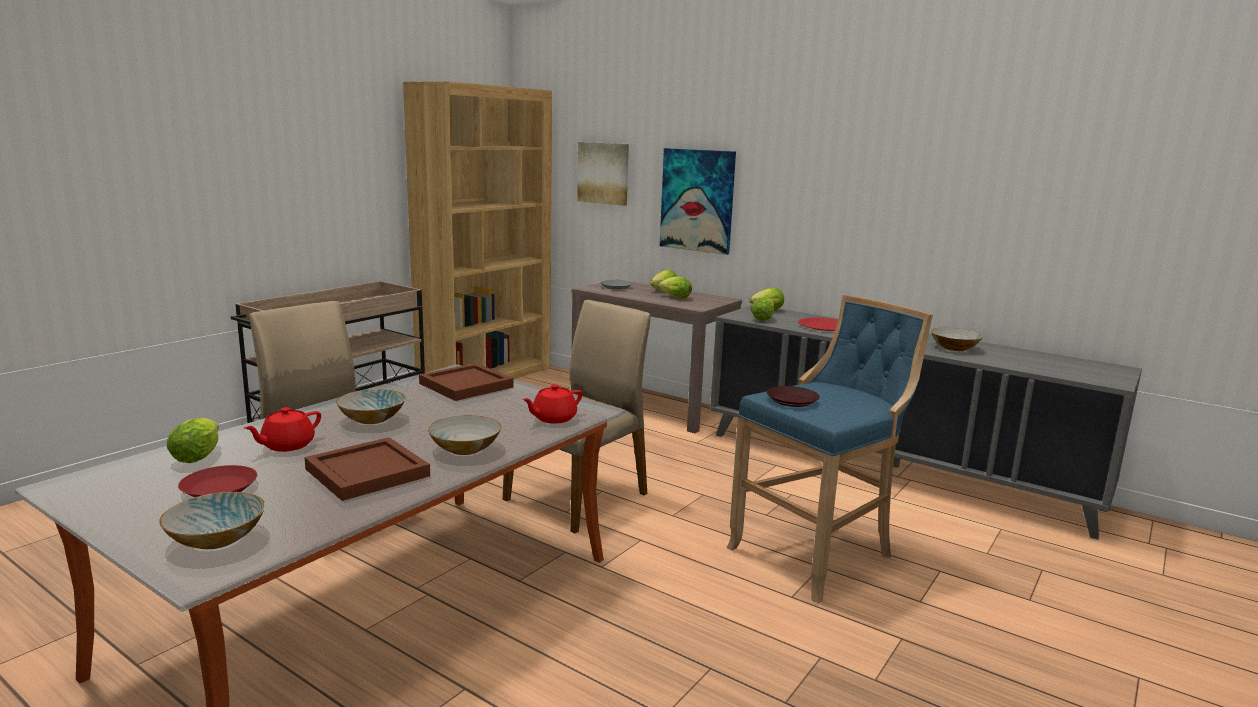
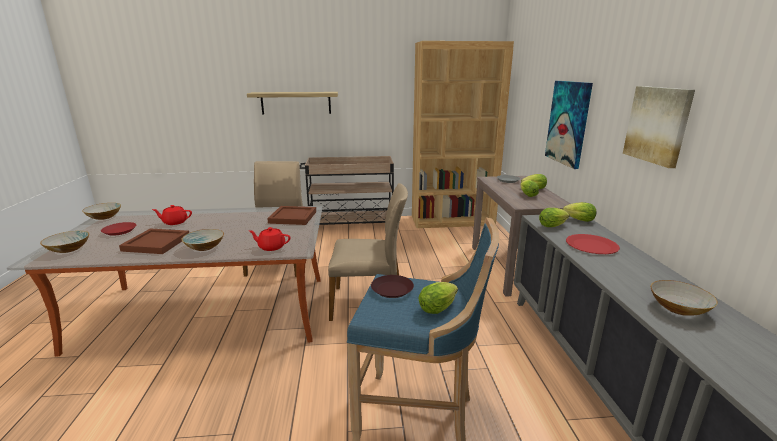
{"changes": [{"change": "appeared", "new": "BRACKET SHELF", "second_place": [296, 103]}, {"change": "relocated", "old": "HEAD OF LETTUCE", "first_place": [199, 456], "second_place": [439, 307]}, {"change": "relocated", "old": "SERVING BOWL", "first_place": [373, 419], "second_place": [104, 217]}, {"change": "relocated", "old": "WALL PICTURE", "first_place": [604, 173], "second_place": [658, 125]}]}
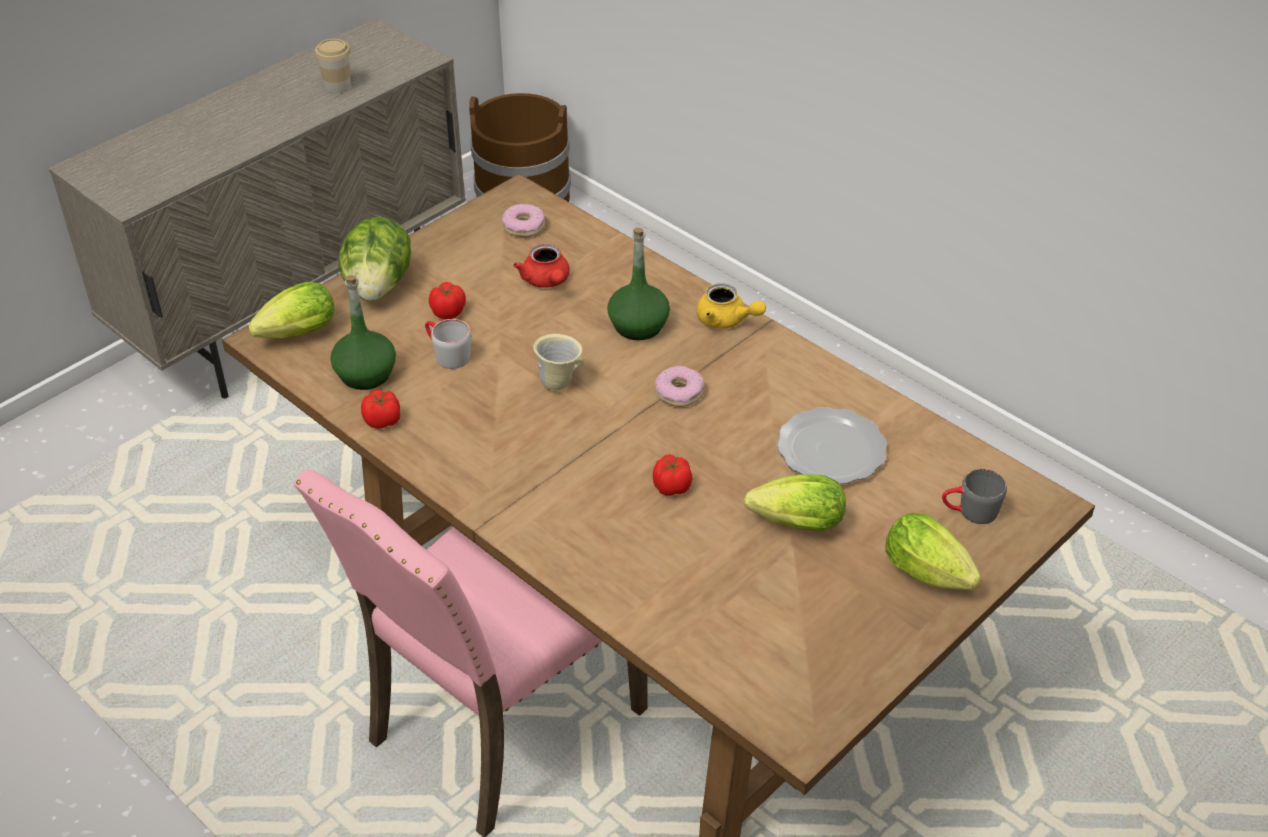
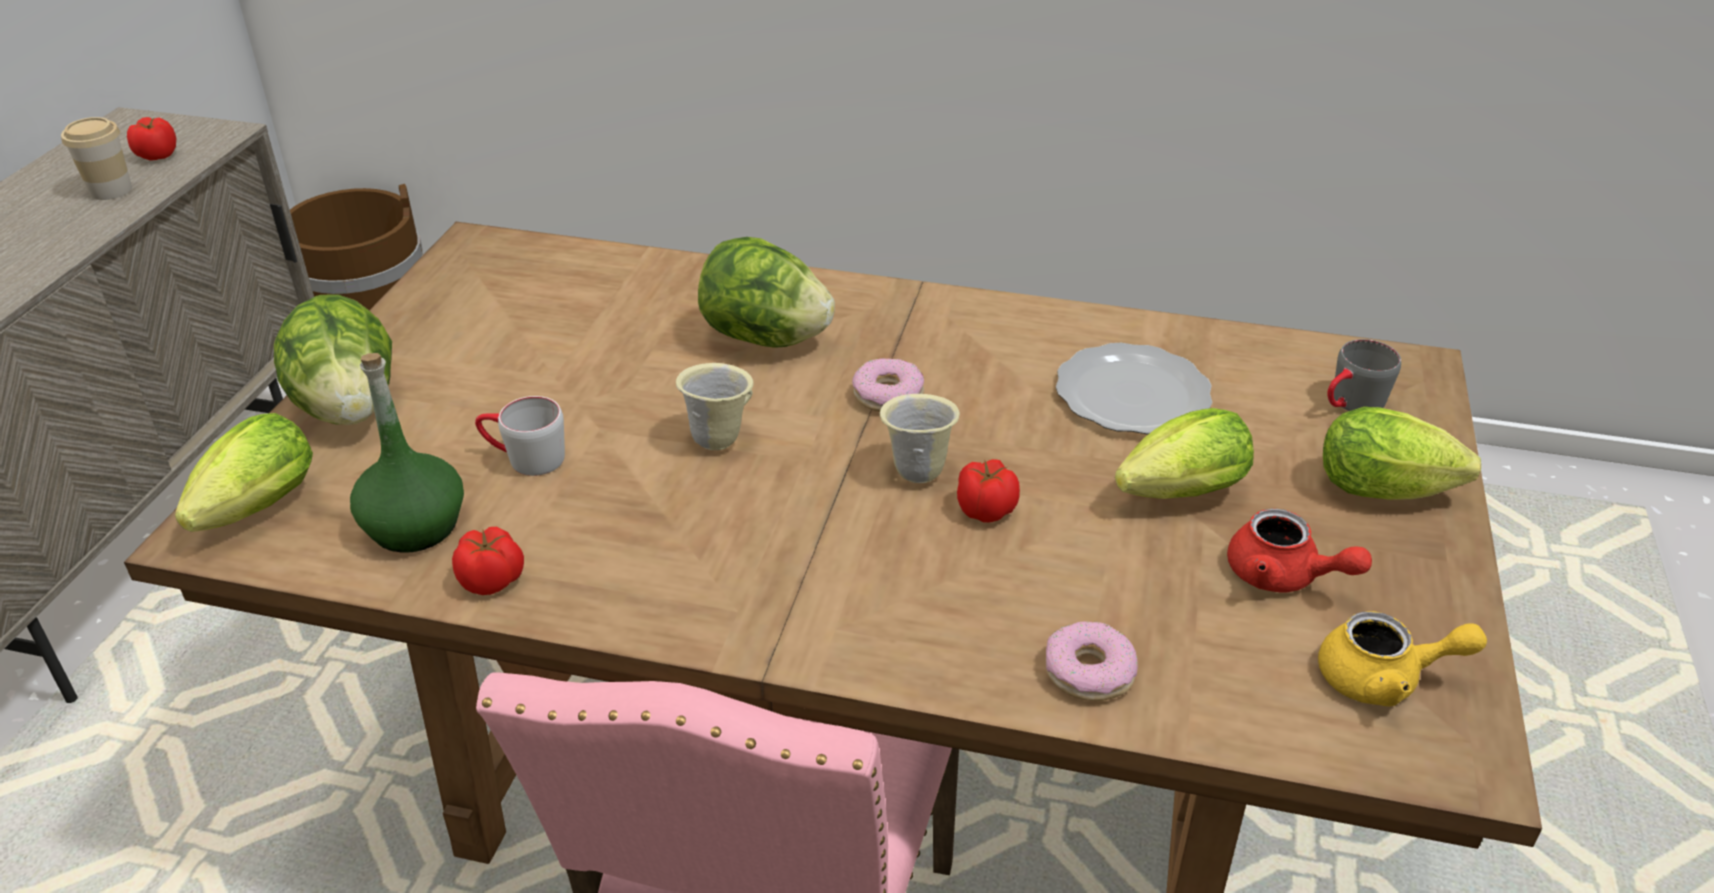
{"changes": [{"change": "appeared", "new": "BEIGE MUG", "second_place": [917, 470]}, {"change": "relocated", "old": "TOMATO", "first_place": [449, 312], "second_place": [158, 155]}, {"change": "relocated", "old": "DOUGHNUT", "first_place": [524, 226], "second_place": [1089, 672]}, {"change": "relocated", "old": "RED-COLOURED TEAPOT", "first_place": [546, 281], "second_place": [1283, 576]}, {"change": "relocated", "old": "YELLOW TEAPOT", "first_place": [726, 320], "second_place": [1383, 679]}, {"change": "exchanged", "old": "GREENISH BOTTLE", "new": "HEAD OF LETTUCE", "first_place": [638, 326], "second_place": [765, 338]}]}
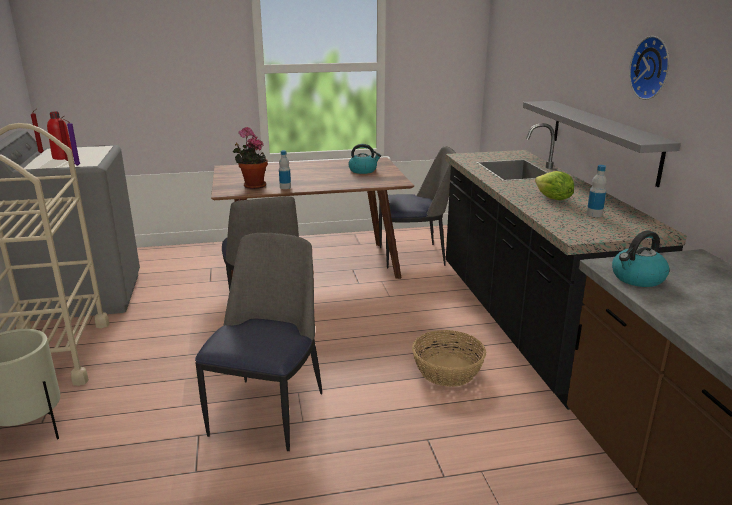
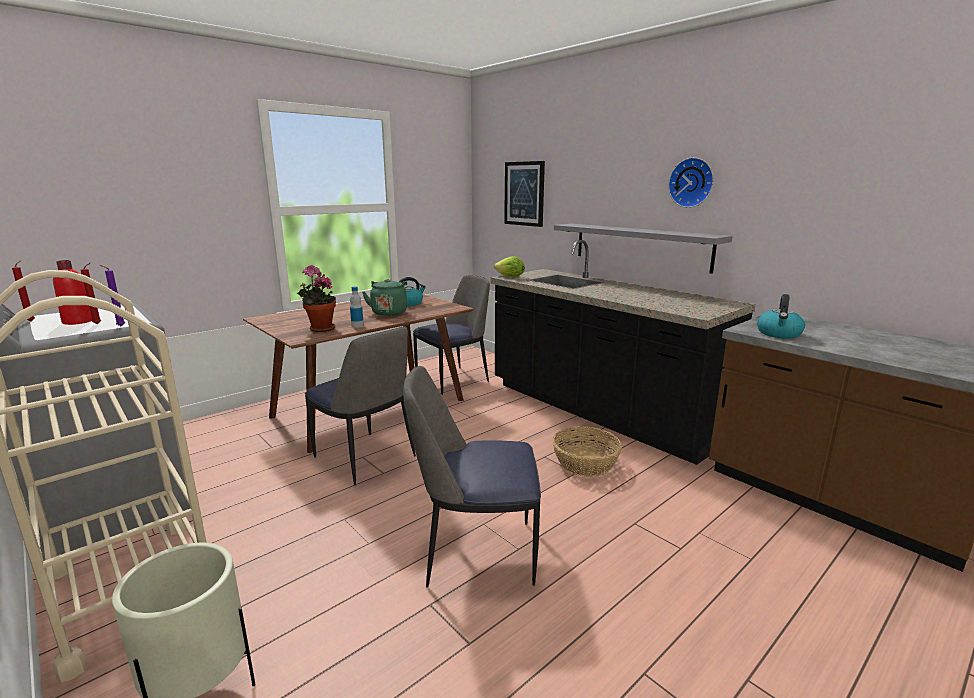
{"changes": [{"change": "missing", "old": "BOTTLE", "first_place": [594, 214]}, {"change": "appeared", "new": "GREENISH KETTLE", "second_place": [389, 312]}, {"change": "appeared", "new": "WALL PICTURE", "second_place": [524, 193]}, {"change": "relocated", "old": "HEAD OF LETTUCE", "first_place": [553, 199], "second_place": [510, 277]}, {"change": "spun", "old": "PLAIN CHAIR", "first_place": [268, 411], "second_place": [476, 552], "degrees": -75}]}
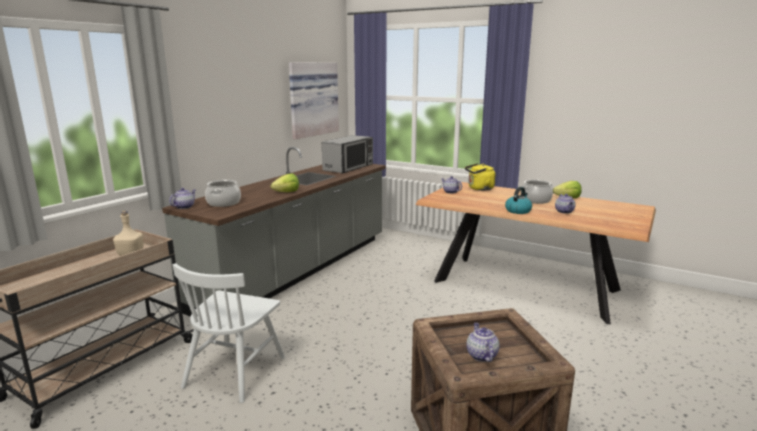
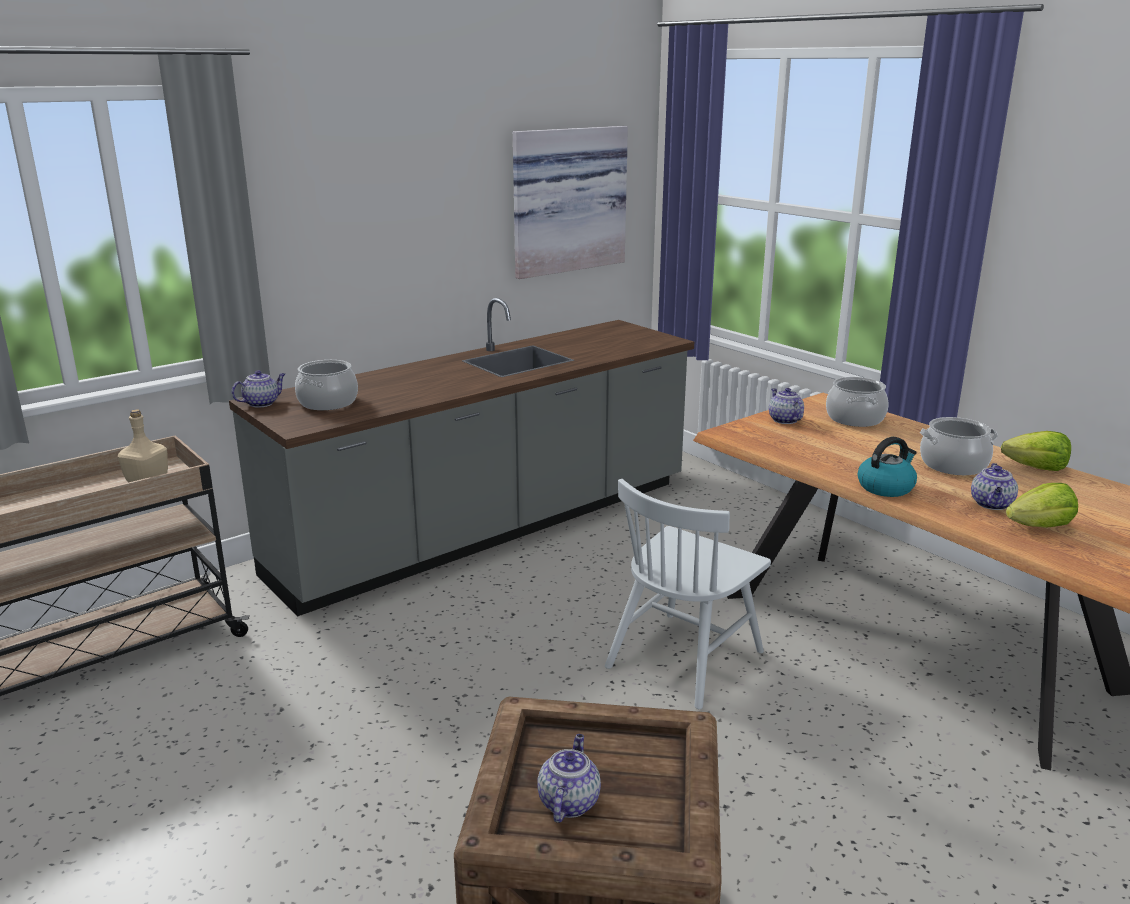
{"changes": [{"change": "missing", "old": "MICROWAVE OVEN", "first_place": [349, 168]}, {"change": "relocated", "old": "WHITE PLAIN CHAIR", "first_place": [235, 371], "second_place": [684, 658]}, {"change": "relocated", "old": "HEAD OF LETTUCE", "first_place": [287, 192], "second_place": [1040, 526]}, {"change": "exchanged", "old": "YELLOW KETTLE", "new": "COOKING POT", "first_place": [479, 189], "second_place": [854, 418]}]}
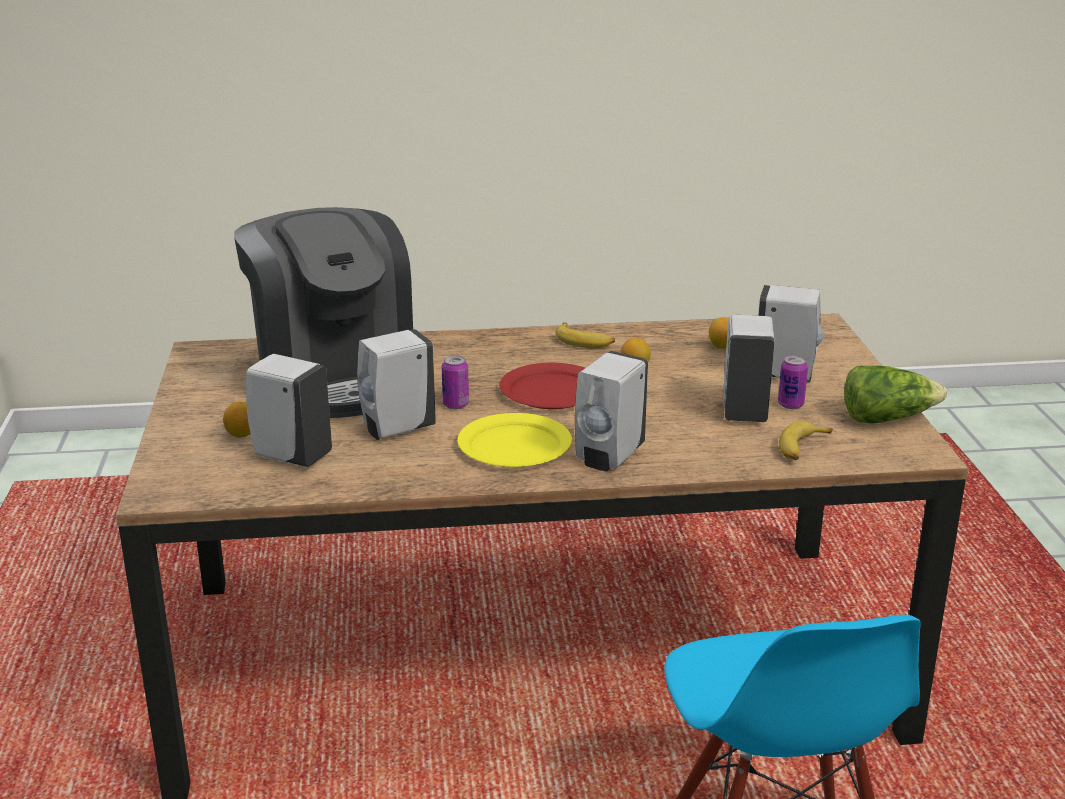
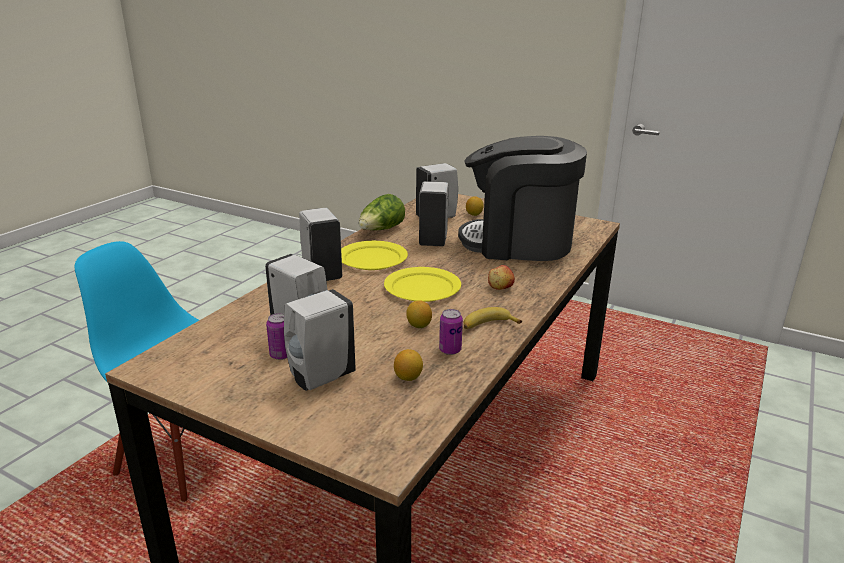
{"changes": [{"change": "missing", "old": "BANANA", "first_place": [802, 449]}, {"change": "appeared", "new": "APPLE", "second_place": [500, 288]}, {"change": "relocated", "old": "SEALED CAN", "first_place": [455, 404], "second_place": [450, 350]}, {"change": "relocated", "old": "HEAD OF LETTUCE", "first_place": [887, 418], "second_place": [381, 230]}, {"change": "colour", "old": "RED-COLOURED DINNER PLATE", "new": "YELLOW DINNER PLATE", "first_place": [552, 391], "second_place": [422, 288]}]}
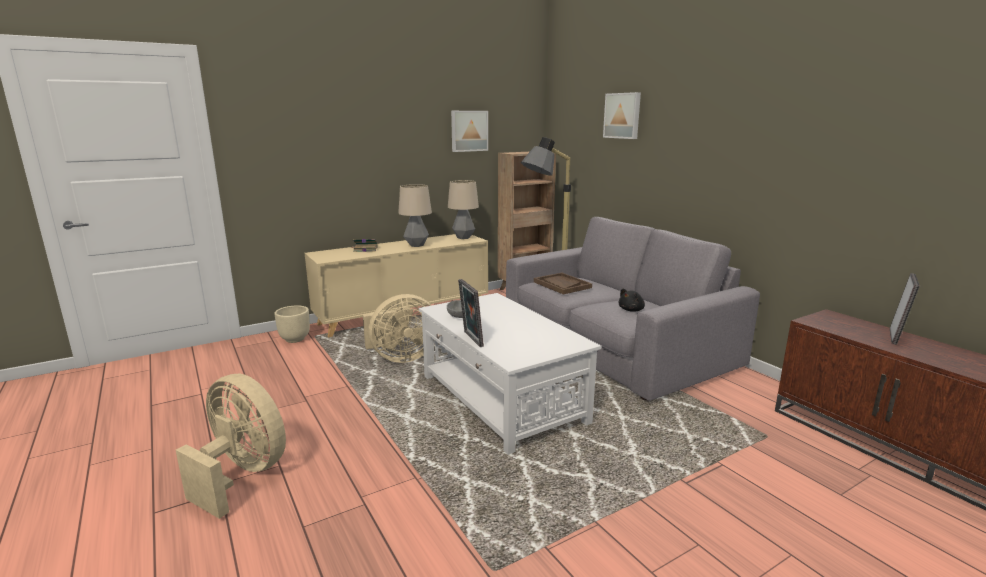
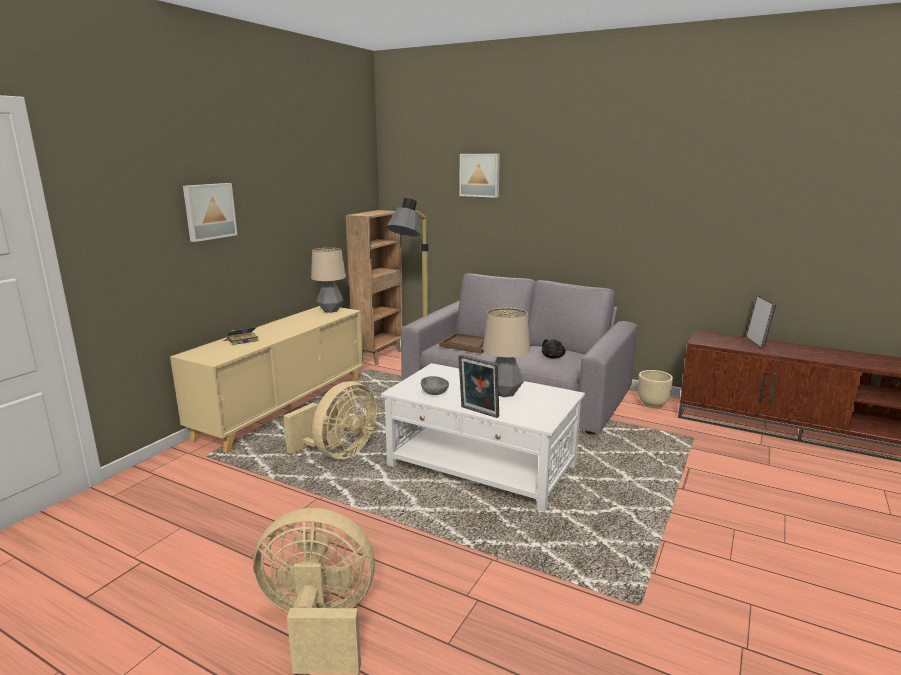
{"changes": [{"change": "relocated", "old": "BEIGE PLANTER", "first_place": [295, 339], "second_place": [652, 404]}, {"change": "relocated", "old": "LAMP FOR A TABLE", "first_place": [416, 245], "second_place": [504, 393]}, {"change": "relocated", "old": "WALL PICTURE", "first_place": [469, 131], "second_place": [209, 211]}]}
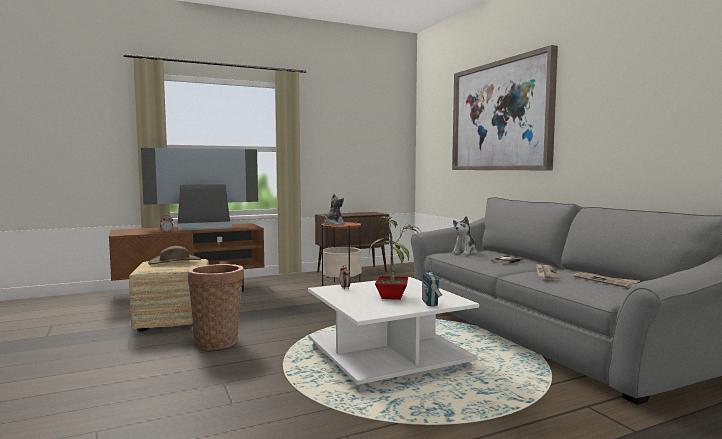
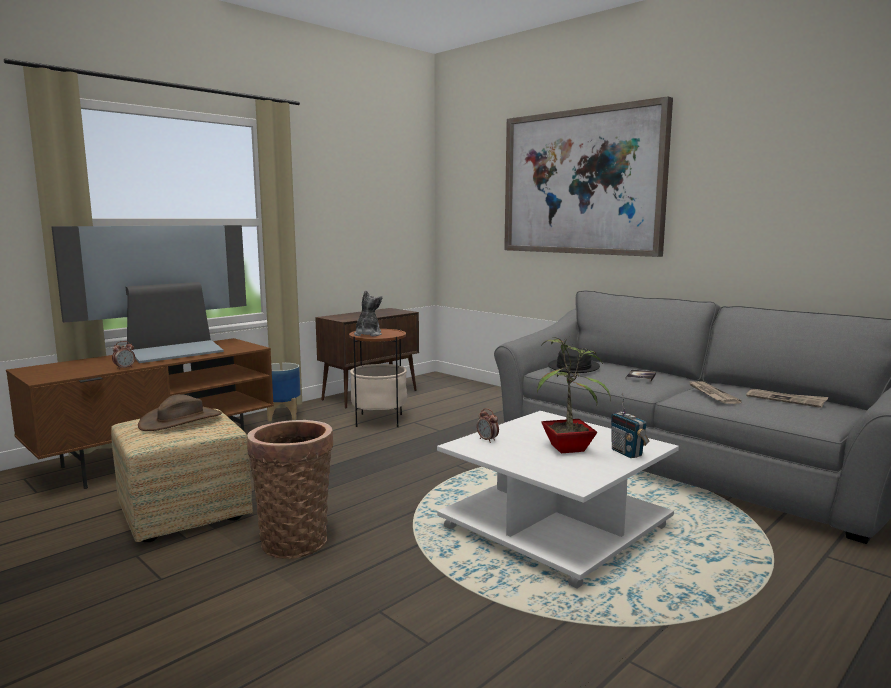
{"changes": [{"change": "appeared", "new": "PLANTER", "second_place": [282, 416]}, {"change": "exchanged", "old": "PLUSH TOY", "new": "BLACK-COLOURED WEARABLE HAT", "first_place": [465, 252], "second_place": [574, 367]}]}
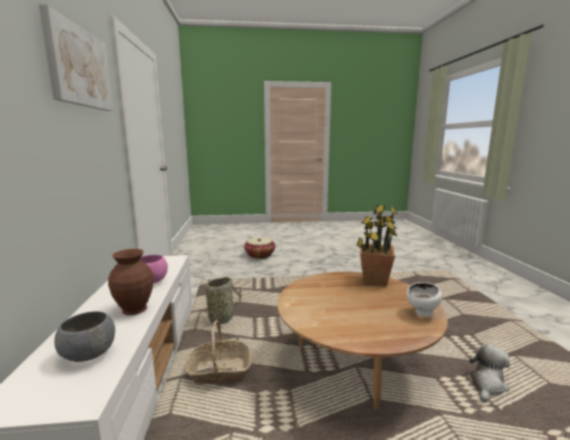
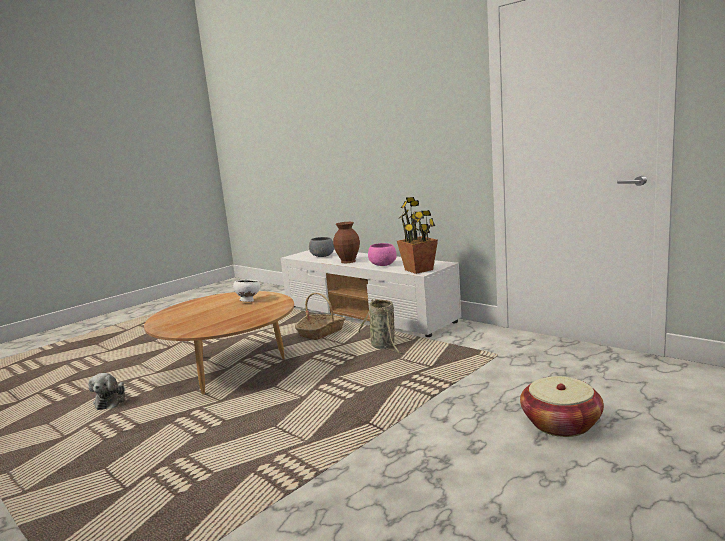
{"changes": [{"change": "missing", "old": "WALL PICTURE", "first_place": [79, 67]}, {"change": "relocated", "old": "POTTED PLANT", "first_place": [374, 280], "second_place": [419, 270]}, {"change": "relocated", "old": "WHITE SERVING BOWL", "first_place": [422, 313], "second_place": [248, 301]}]}
